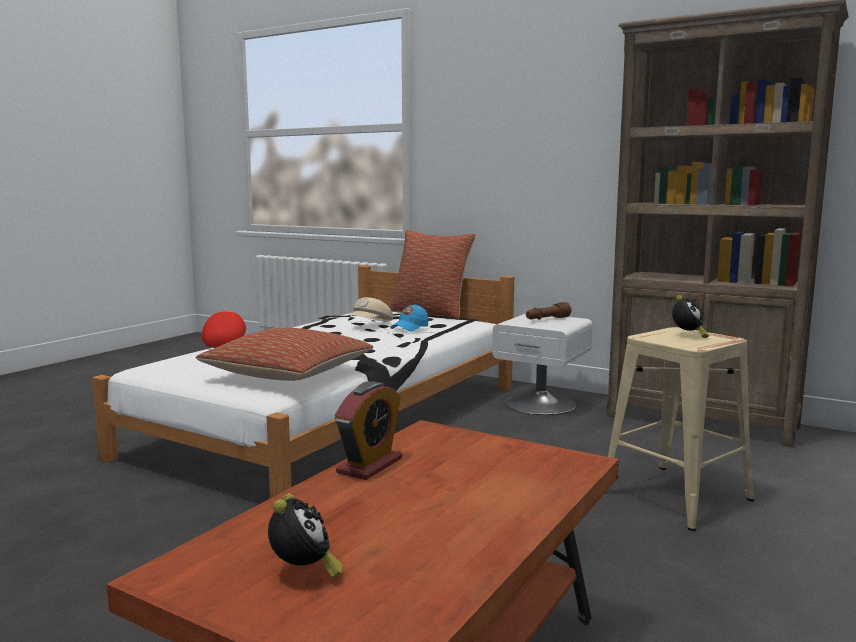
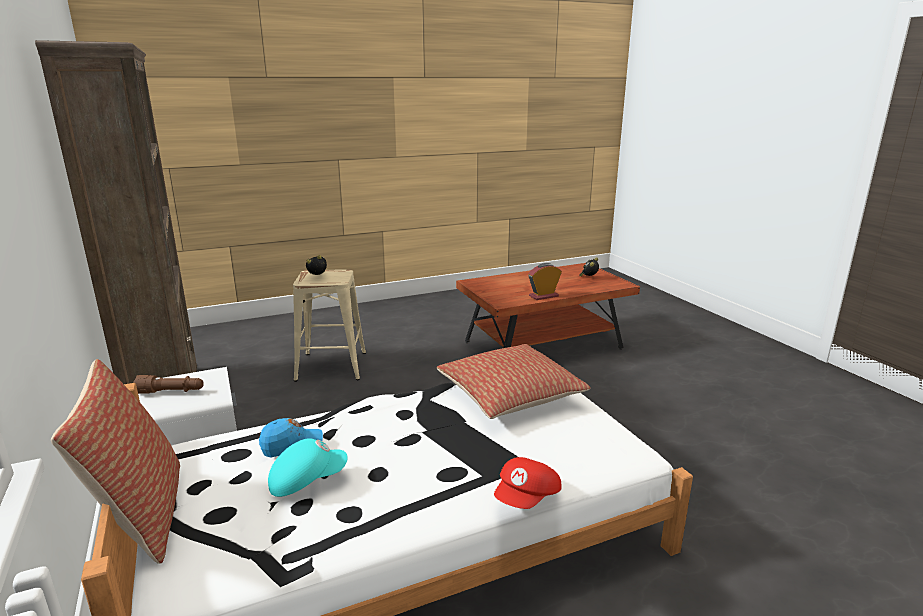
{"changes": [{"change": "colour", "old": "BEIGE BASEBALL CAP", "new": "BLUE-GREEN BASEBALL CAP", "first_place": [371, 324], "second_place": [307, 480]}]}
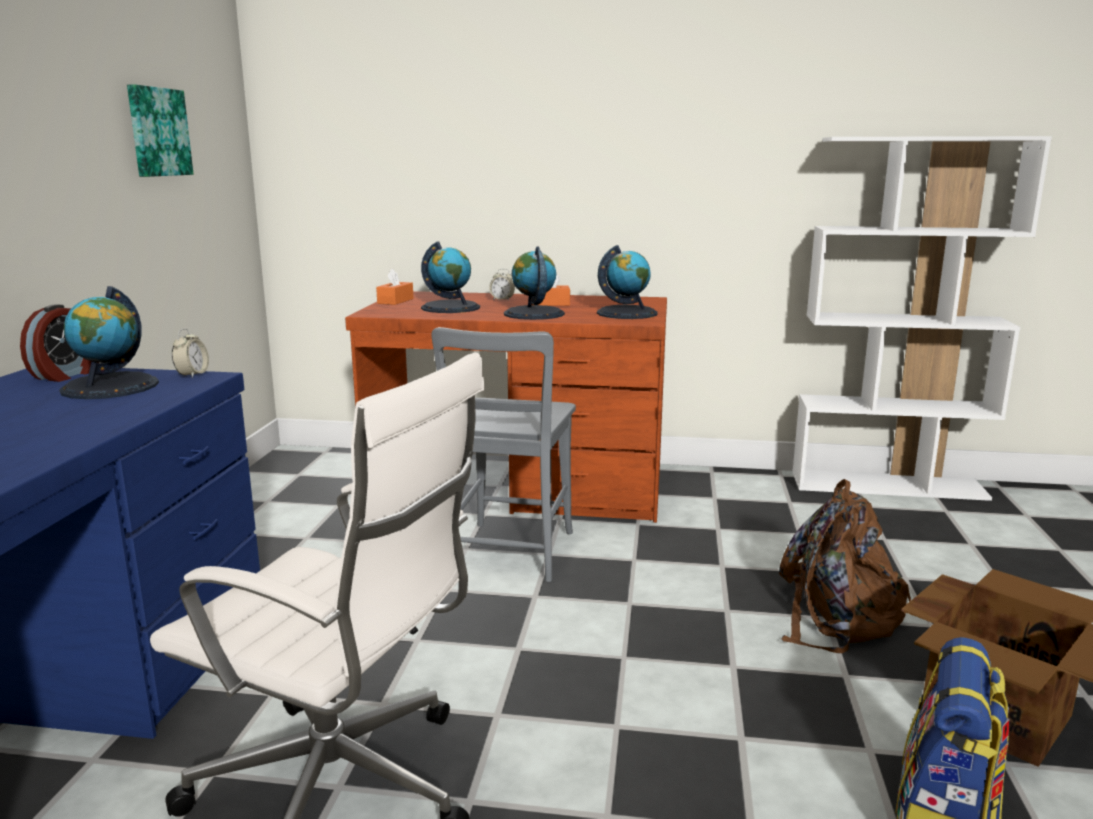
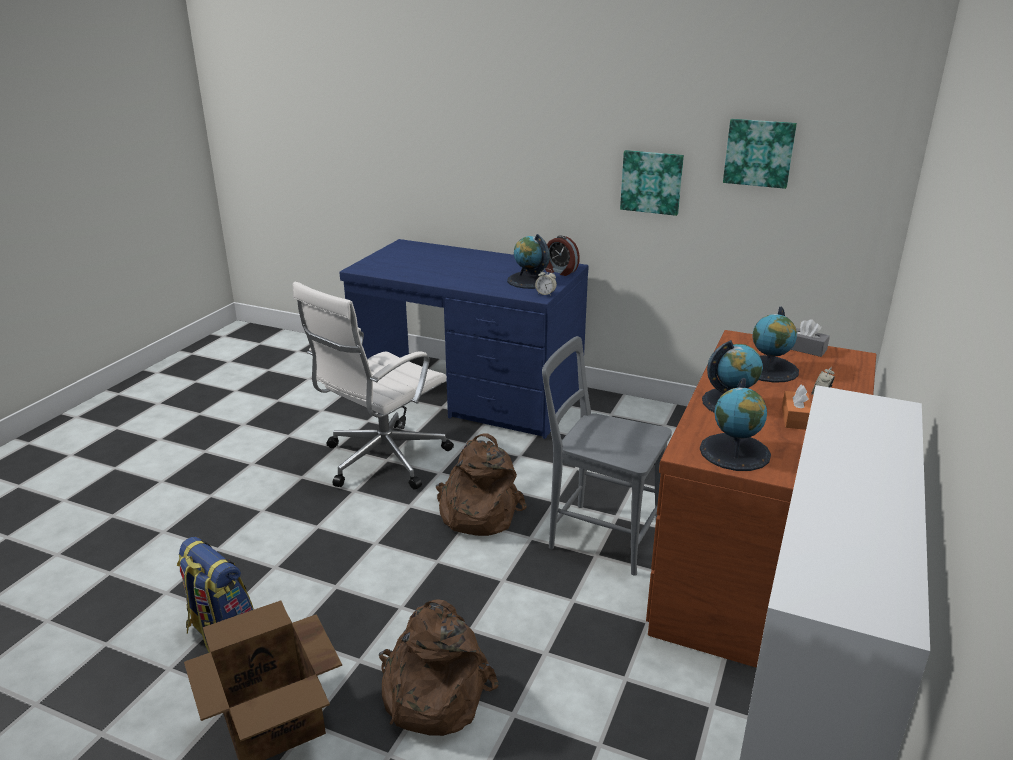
{"changes": [{"change": "appeared", "new": "BROWNISH KNAPSACK", "second_place": [477, 513]}, {"change": "appeared", "new": "WALL PICTURE", "second_place": [652, 182]}, {"change": "colour", "old": "ORANGE TISSUE BOX", "new": "GREY TISSUE BOX", "first_place": [395, 301], "second_place": [805, 349]}]}
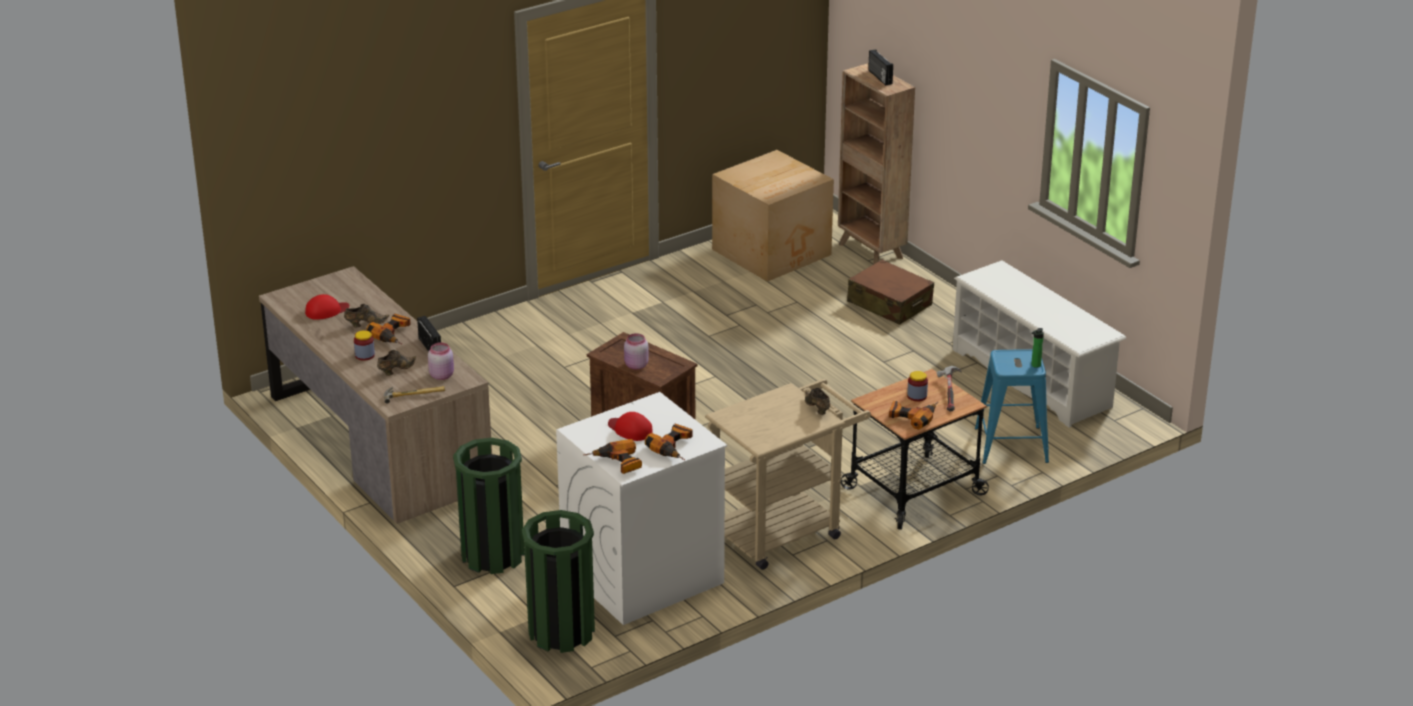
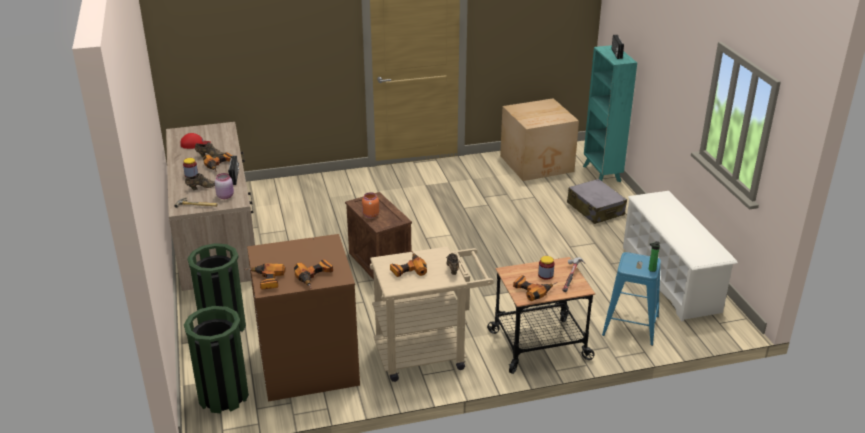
{"changes": [{"change": "missing", "old": "RED-COLOURED BASEBALL CAP", "first_place": [630, 429]}, {"change": "appeared", "new": "DRILL", "second_place": [407, 269]}, {"change": "colour", "old": "WHITE LAUNDRY MACHINE", "new": "BROWNISH LAUNDRY MACHINE", "first_place": [641, 576], "second_place": [307, 365]}, {"change": "colour", "old": "PINKISH PRESERVE JAR", "new": "ORANGE PRESERVE JAR", "first_place": [635, 365], "second_place": [370, 215]}, {"change": "colour", "old": "BROWNISH BOOKCASE", "new": "BLUE-GREEN BOOKCASE", "first_place": [871, 251], "second_place": [602, 174]}, {"change": "colour", "old": "BROWNISH TRAVEL CASE", "new": "GREY TRAVEL CASE", "first_place": [889, 304], "second_place": [595, 209]}]}
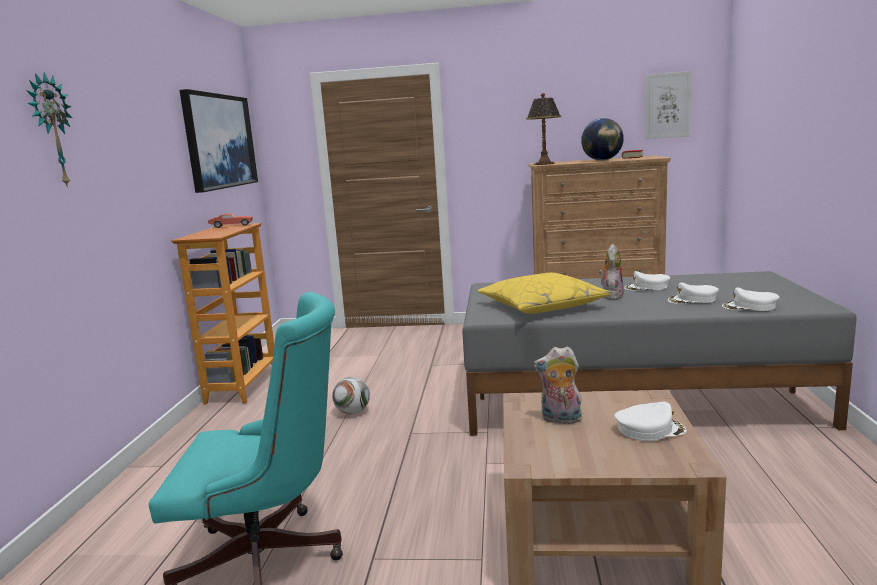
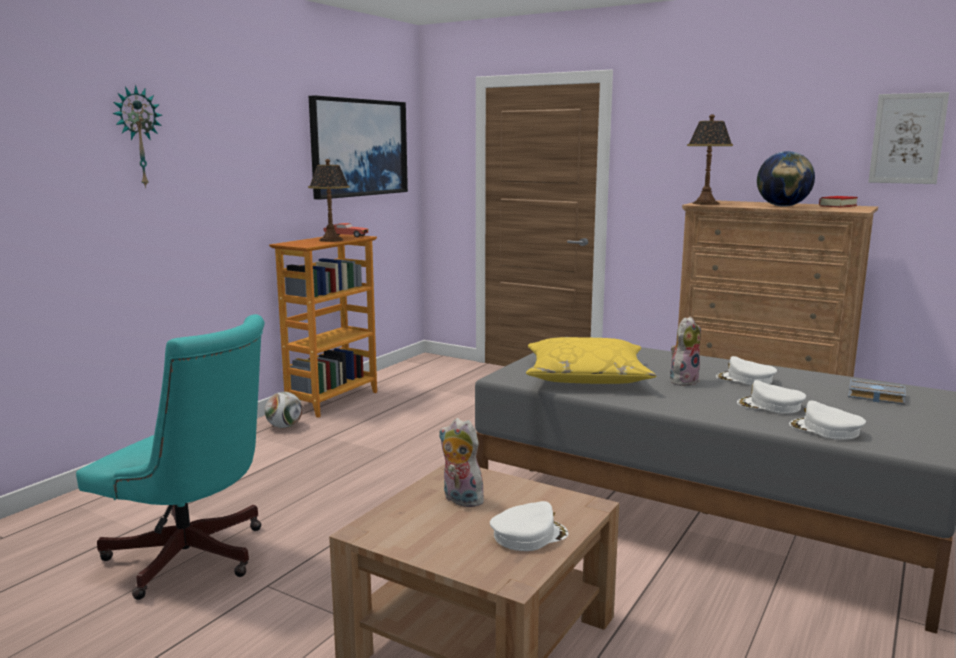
{"changes": [{"change": "appeared", "new": "LAMP FOR A TABLE", "second_place": [331, 240]}, {"change": "appeared", "new": "GREY VOLUME", "second_place": [874, 396]}, {"change": "relocated", "old": "BALL FOR FOOTBALL", "first_place": [352, 412], "second_place": [284, 427]}, {"change": "spun", "old": "WHITE BASEBALL CAP", "first_place": [649, 429], "second_place": [528, 535], "degrees": -45}]}
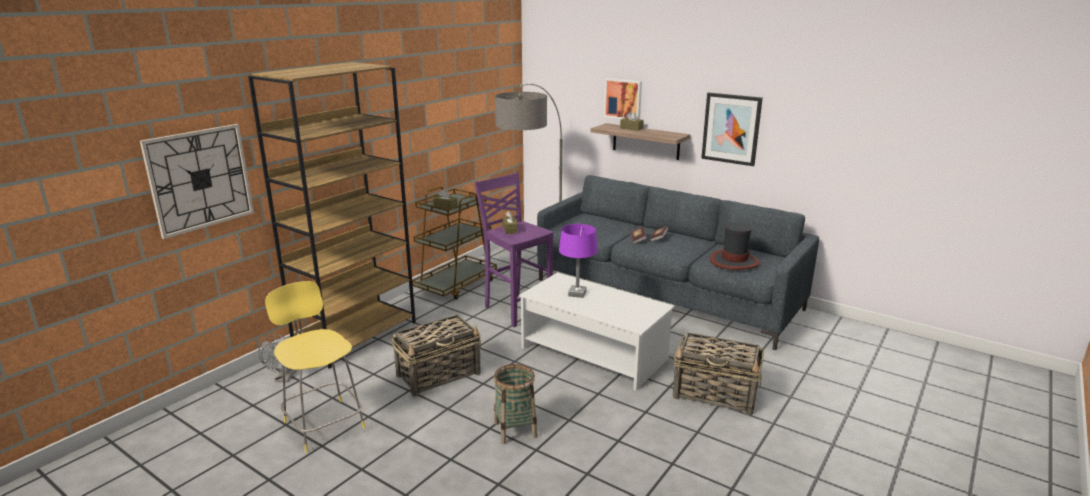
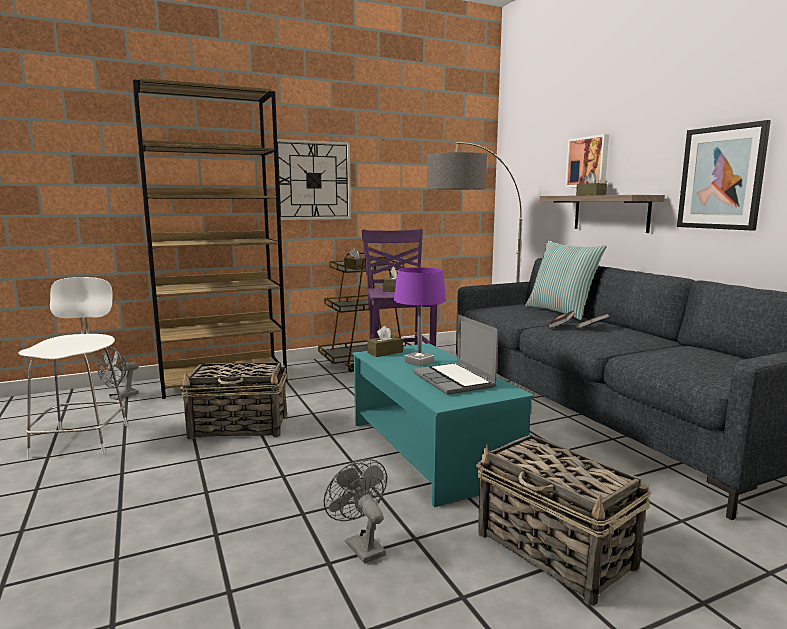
{"changes": [{"change": "missing", "old": "HOUSEHOLD BASKET", "first_place": [515, 429]}, {"change": "missing", "old": "WEARABLE HAT", "first_place": [734, 261]}, {"change": "appeared", "new": "GREY ELECTRIC FAN", "second_place": [360, 545]}, {"change": "appeared", "new": "BROWNISH TISSUE BOX", "second_place": [385, 352]}, {"change": "appeared", "new": "PORTABLE COMPUTER", "second_place": [455, 380]}, {"change": "appeared", "new": "CUSHION", "second_place": [561, 312]}, {"change": "relocated", "old": "HANGING CLOCK", "first_place": [200, 179], "second_place": [313, 180]}, {"change": "colour", "old": "YELLOW STOOL", "new": "WHITE STOOL", "first_place": [323, 423], "second_place": [82, 438]}, {"change": "colour", "old": "WHITE LOW TABLE", "new": "BLUE-GREEN LOW TABLE", "first_place": [594, 354], "second_place": [431, 451]}]}
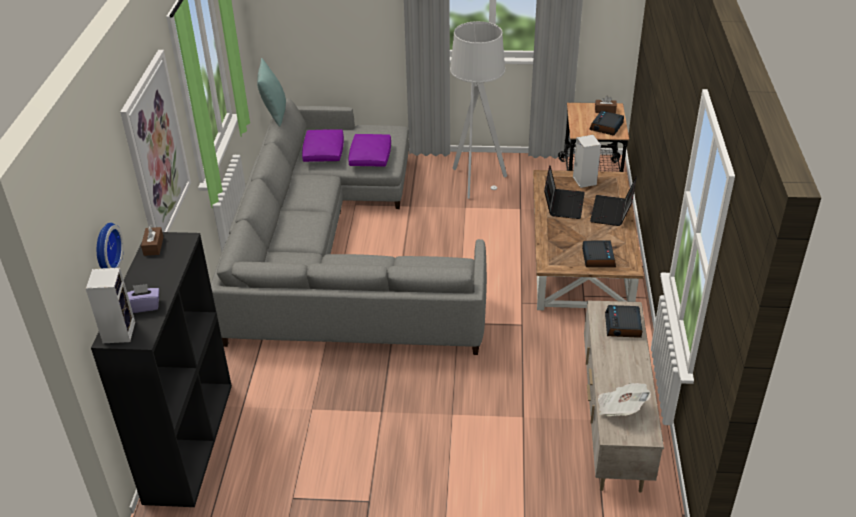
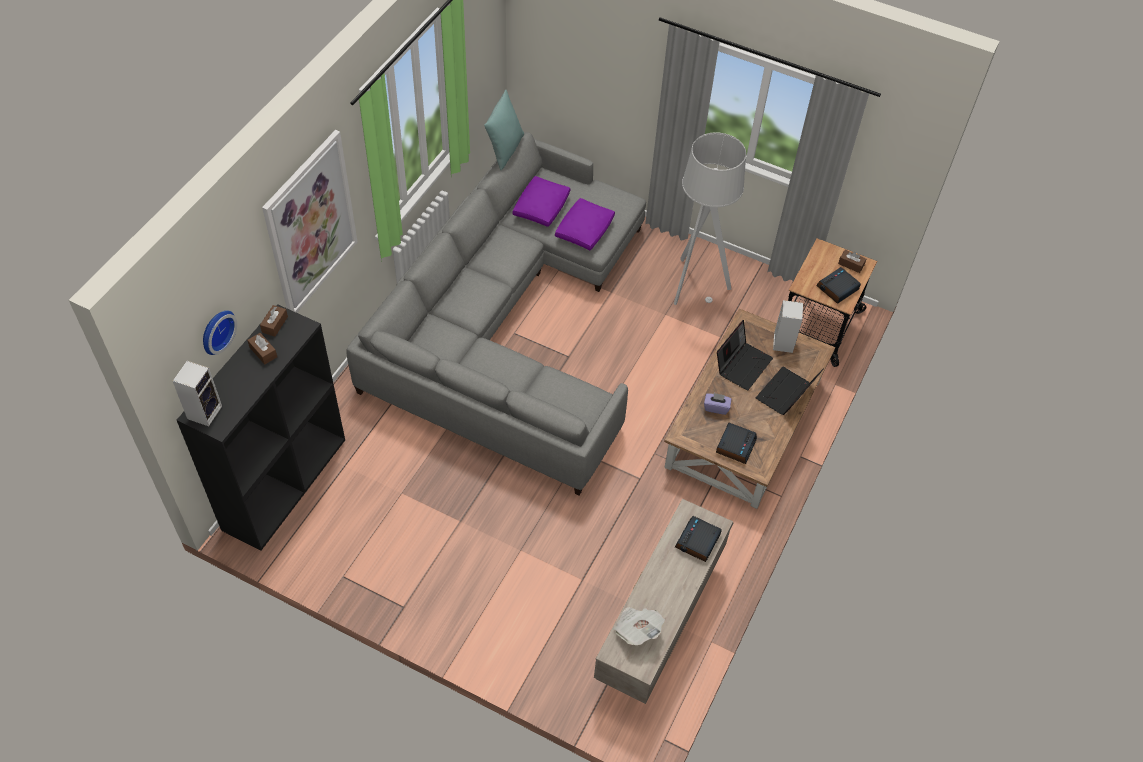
{"changes": [{"change": "appeared", "new": "BROWNISH TISSUE BOX", "second_place": [263, 352]}, {"change": "relocated", "old": "PURPLE TISSUE BOX", "first_place": [144, 306], "second_place": [716, 407]}]}
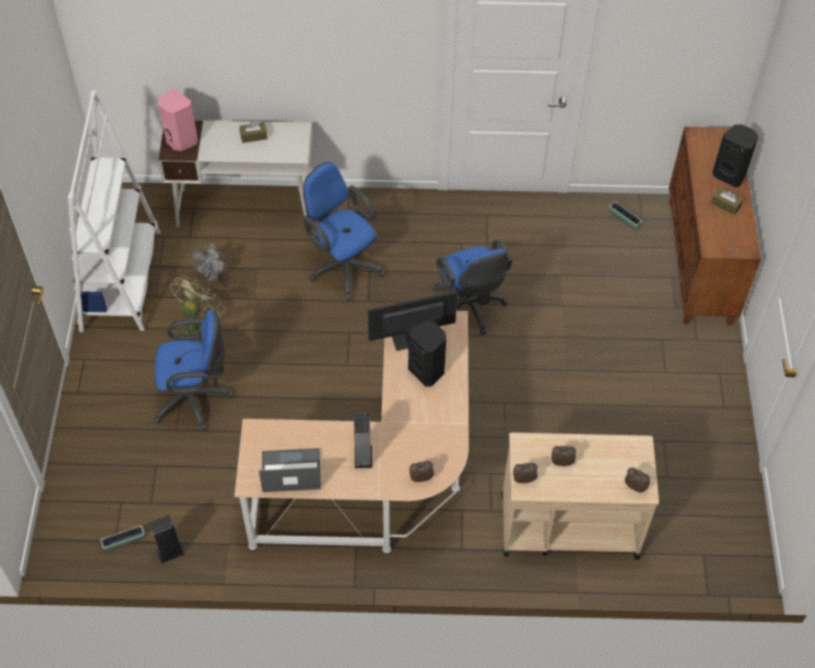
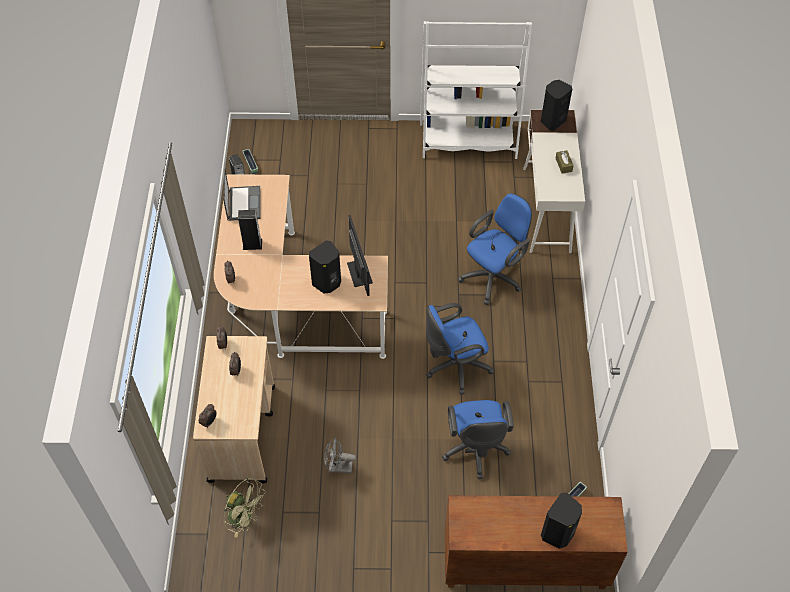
{"changes": [{"change": "missing", "old": "BROWNISH TISSUE BOX", "first_place": [726, 205]}, {"change": "relocated", "old": "BLUE COMPUTER CHAIR", "first_place": [195, 398], "second_place": [475, 450]}, {"change": "relocated", "old": "GREENISH ELECTRIC FAN", "first_place": [198, 325], "second_place": [245, 517]}, {"change": "relocated", "old": "GREY ELECTRIC FAN", "first_place": [212, 275], "second_place": [338, 467]}, {"change": "colour", "old": "PINKISH SPEAKER", "new": "BLACK-COLOURED SPEAKER", "first_place": [180, 141], "second_place": [552, 121]}]}
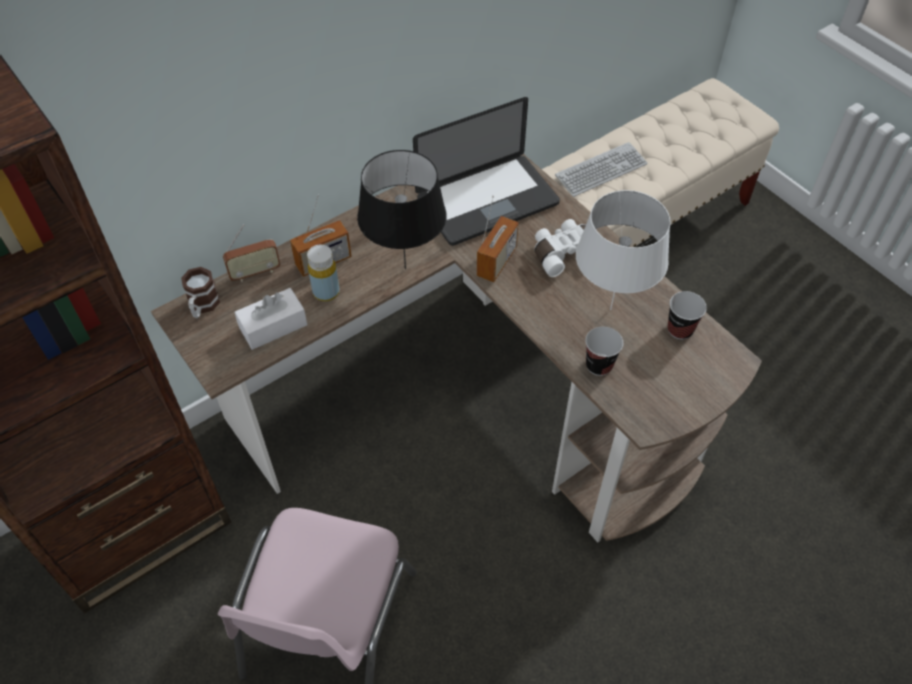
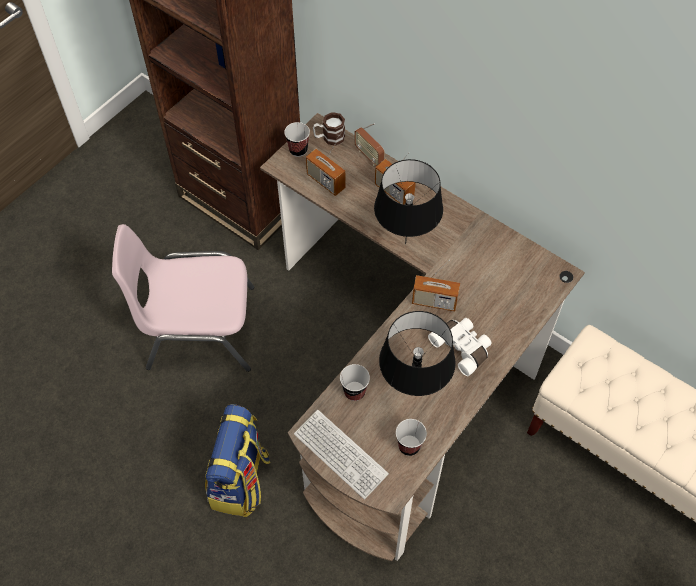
{"changes": [{"change": "missing", "old": "YELLOW BOTTLE", "first_place": [326, 292]}, {"change": "missing", "old": "PORTABLE COMPUTER", "first_place": [487, 201]}, {"change": "appeared", "new": "KNAPSACK", "second_place": [240, 481]}, {"change": "appeared", "new": "SMALL CUP", "second_place": [298, 150]}, {"change": "relocated", "old": "PC KEYBOARD", "first_place": [601, 171], "second_place": [340, 454]}, {"change": "exchanged", "old": "WHITE TISSUE BOX", "new": "RADIO SET", "first_place": [273, 326], "second_place": [325, 181]}, {"change": "colour", "old": "WHITE LAMP FOR A TABLE", "new": "BLACK-COLOURED LAMP FOR A TABLE", "first_place": [610, 310], "second_place": [412, 391]}]}
